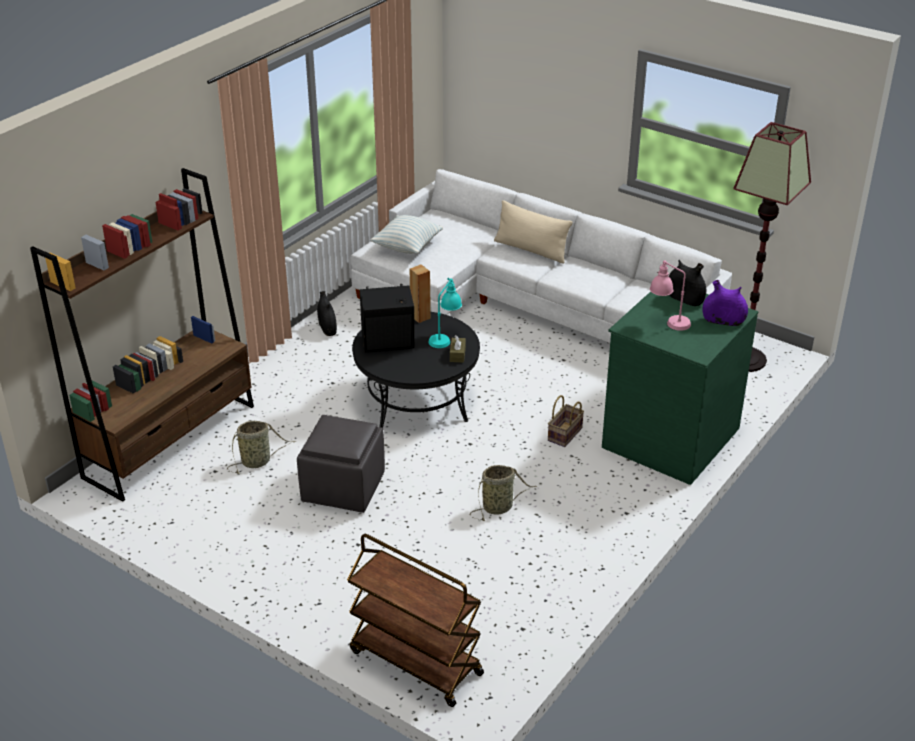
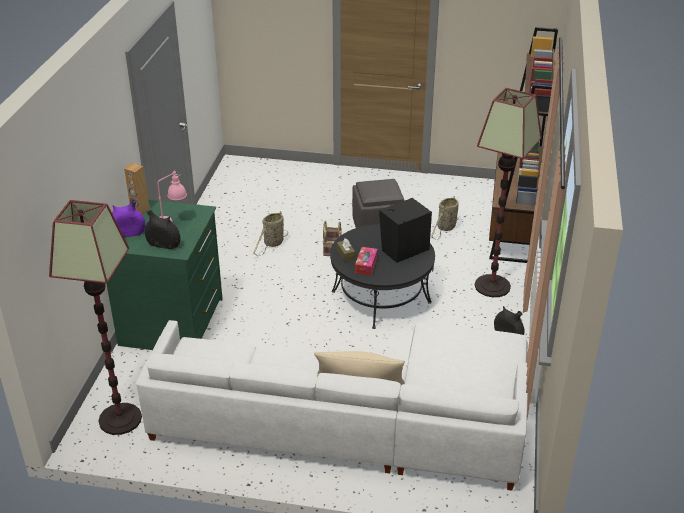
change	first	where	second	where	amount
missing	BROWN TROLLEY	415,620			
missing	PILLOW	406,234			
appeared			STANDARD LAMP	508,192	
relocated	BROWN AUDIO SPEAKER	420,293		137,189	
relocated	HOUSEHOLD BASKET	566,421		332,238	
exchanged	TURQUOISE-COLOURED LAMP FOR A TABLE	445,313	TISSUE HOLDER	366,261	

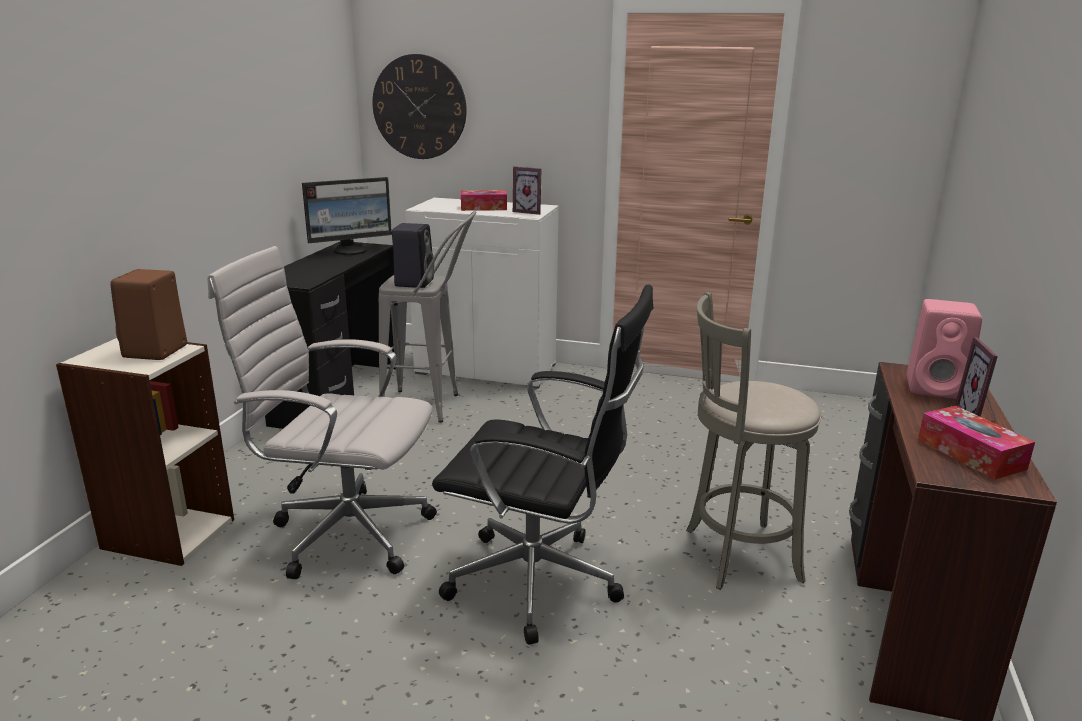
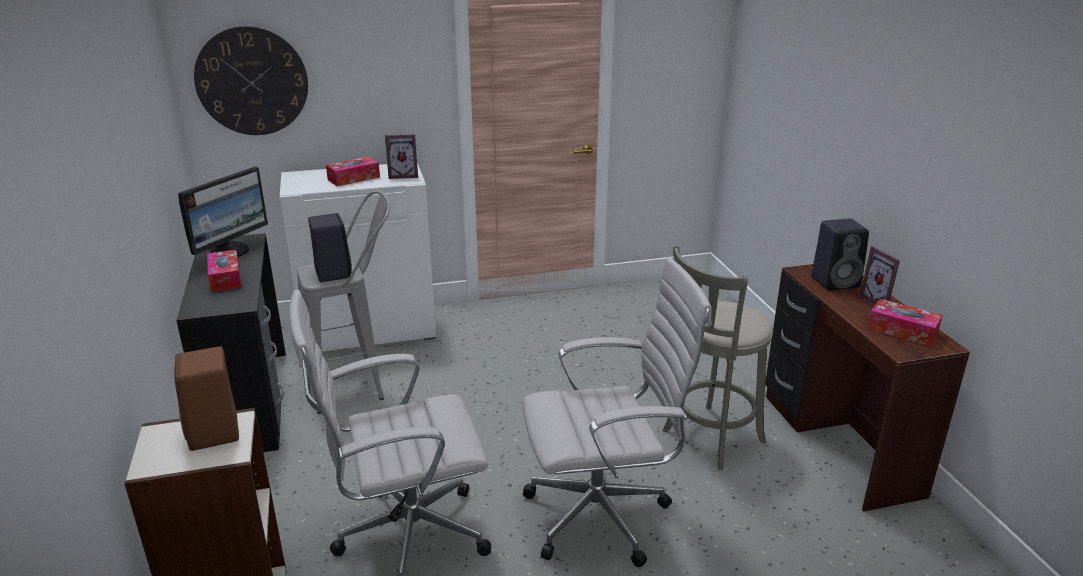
change	first	where	second	where	amount
appeared			TISSUE HOLDER	224,271	
colour	BLACKISH OFFICE CHAIR	542,464	WHITE-COLOURED OFFICE CHAIR	617,412	
colour	PINK AUDIO SPEAKER	944,349	BLACKISH AUDIO SPEAKER	840,255	

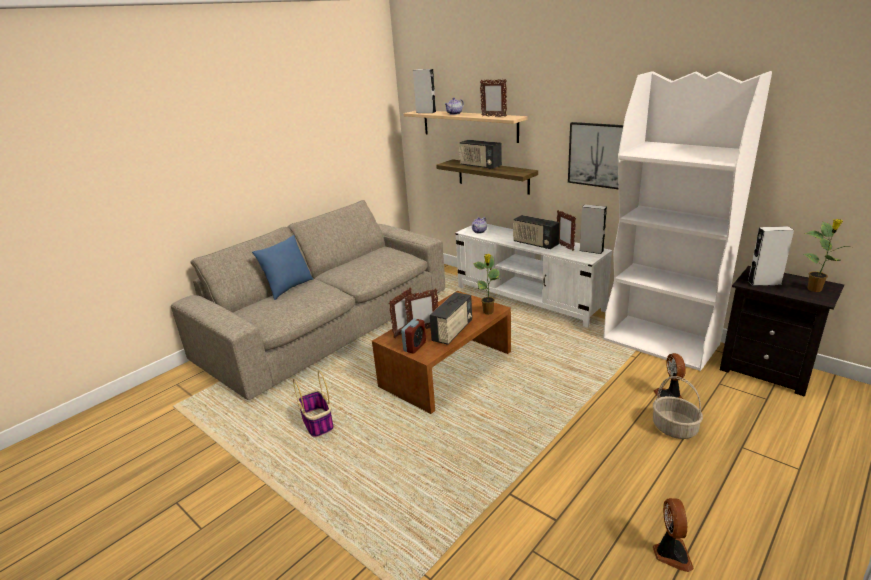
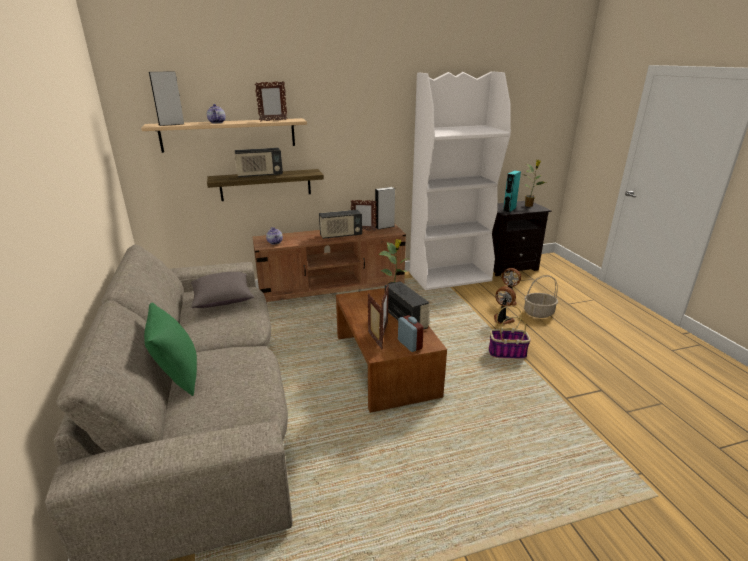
change	first	where	second	where	amount
missing	WALL PICTURE	595,156			
appeared			GREY PILLOW	222,290	
relocated	HOUSEHOLD BASKET	313,404		510,332	
relocated	ELECTRIC FAN	673,535		505,305	
colour	BLUE PILLOW	283,267	GREEN-COLOURED PILLOW	170,349	
colour	WHITE-COLOURED TV STAND	533,276	BROWN TV STAND	329,262	
colour	GREY AUDIO SPEAKER	771,256	TURQUOISE-COLOURED AUDIO SPEAKER	512,191	

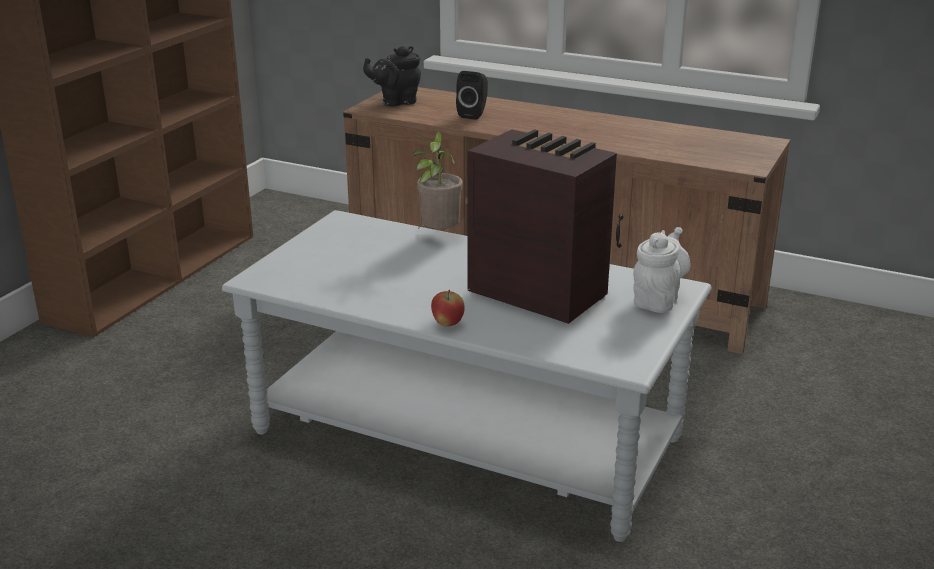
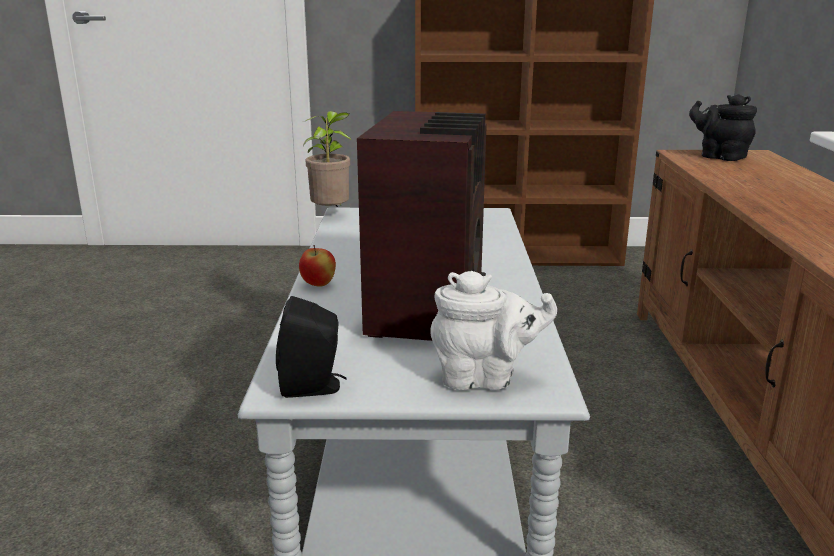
change	first	where	second	where	amount
relocated	HOUSEPLANT	438,180		327,159	
relocated	BLACKISH AUDIO SPEAKER	472,95		311,347	

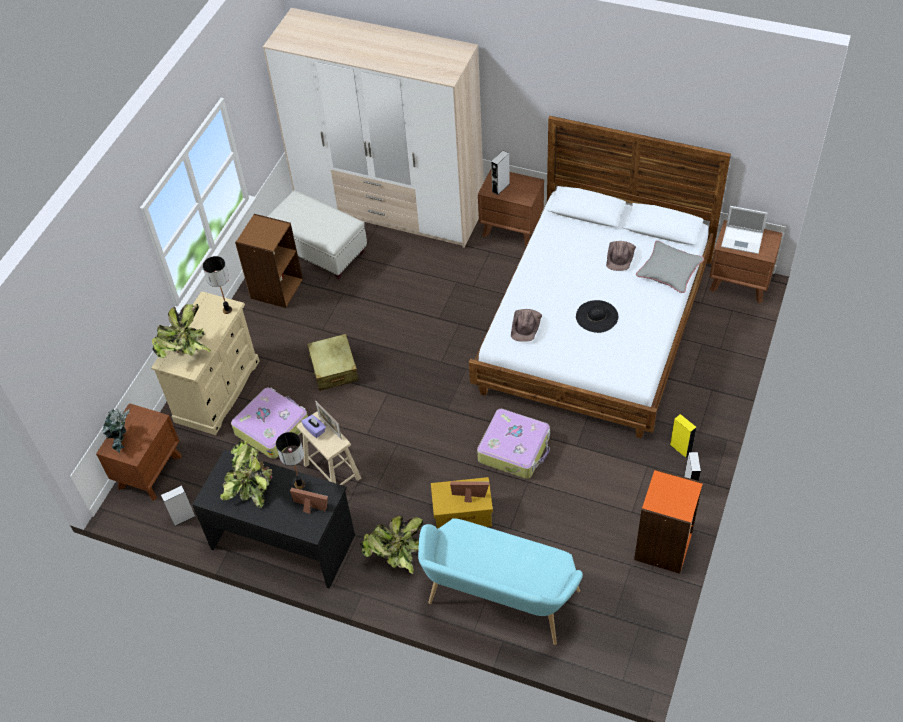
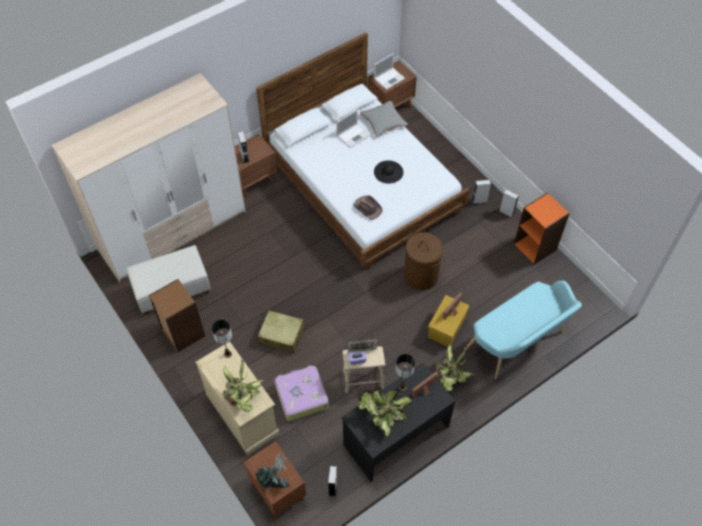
change	first	where	second	where	amount
exchanged	PIECE OF LUGGAGE	513,444	BROWN LAUNDRY BASKET	423,261	
exchanged	BROWN HAT	621,256	NOTEBOOK COMPUTER	353,129	
colour	YELLOWISH AUDIO SPEAKER	683,436	GREY AUDIO SPEAKER	481,192	

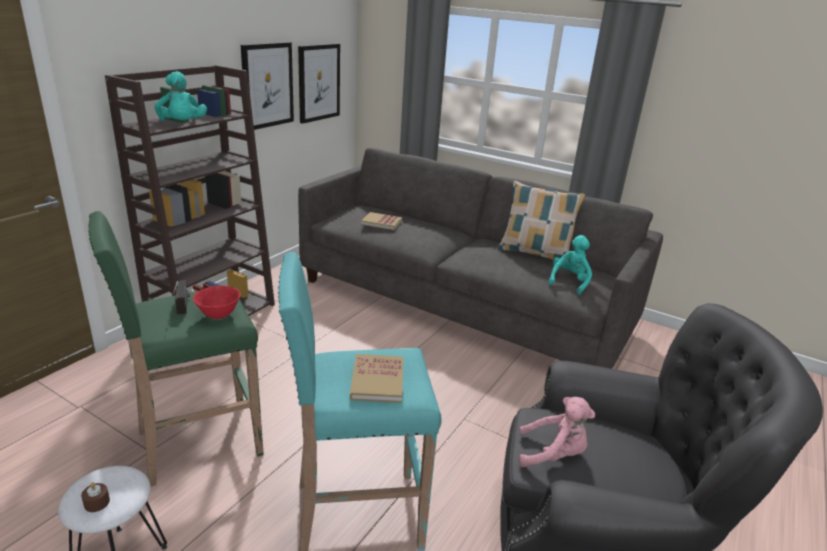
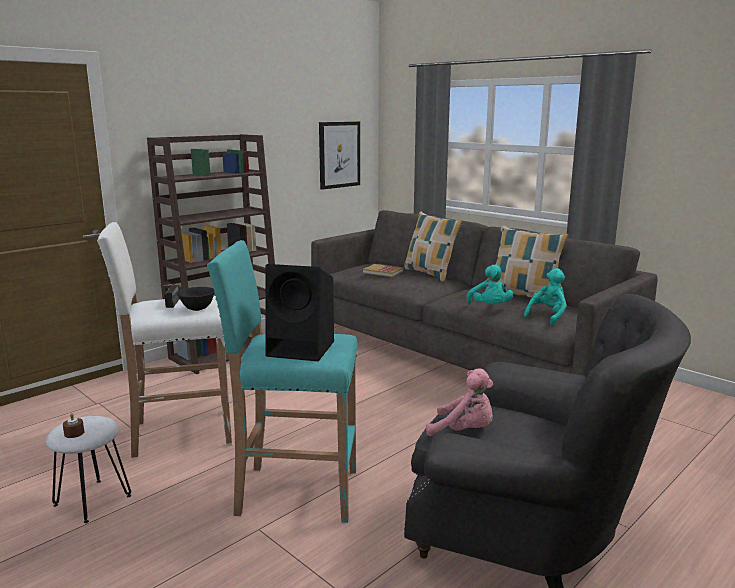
change	first	where	second	where	amount
missing	WALL PICTURE	267,86			
appeared			PILLOW	433,247	
relocated	TURQUOISE-COLOURED PLUSH TOY	181,96		490,284	
exchanged	VOLUME	376,378	BLACKISH AUDIO SPEAKER	299,312	
colour	GREEN-COLOURED STOOL	176,349	WHITE-COLOURED STOOL	164,340	
colour	RED-COLOURED BOWL	217,302	BLACKISH BOWL	196,299	

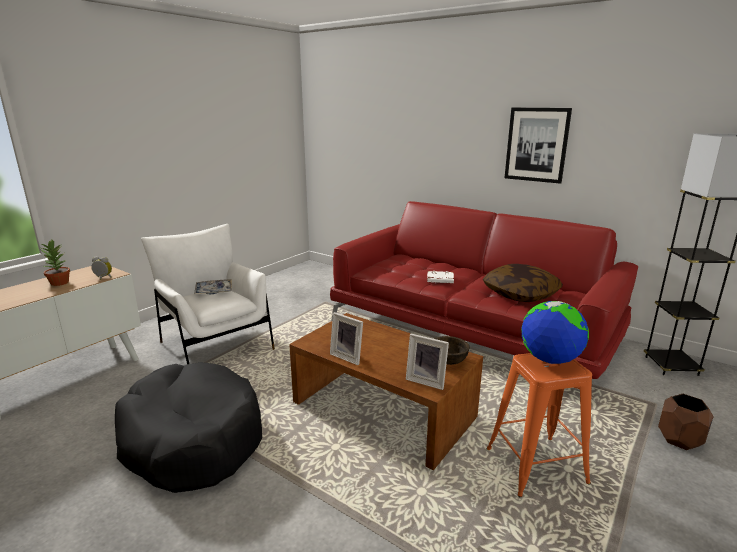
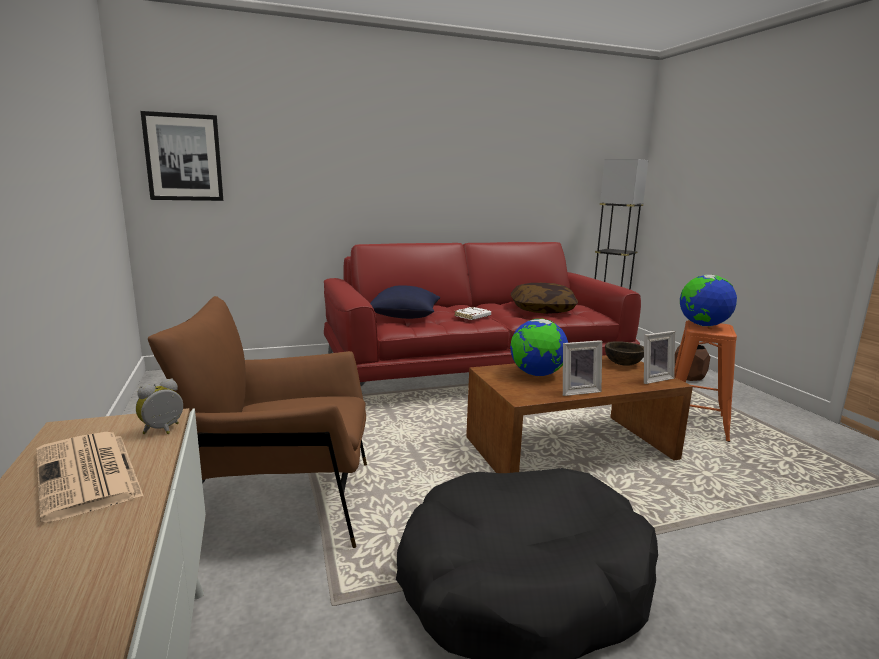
change	first	where	second	where	amount
missing	TRAY	213,286			
appeared			BLUE PILLOW	405,302	
appeared			GLOBE	539,347	
relocated	WALL PICTURE	538,146		181,156	
exchanged	HOUSEPLANT	55,263	NEWSPAPER	90,477	
colour	WHITE-COLOURED EASY CHAIR	208,294	BROWN EASY CHAIR	257,422	

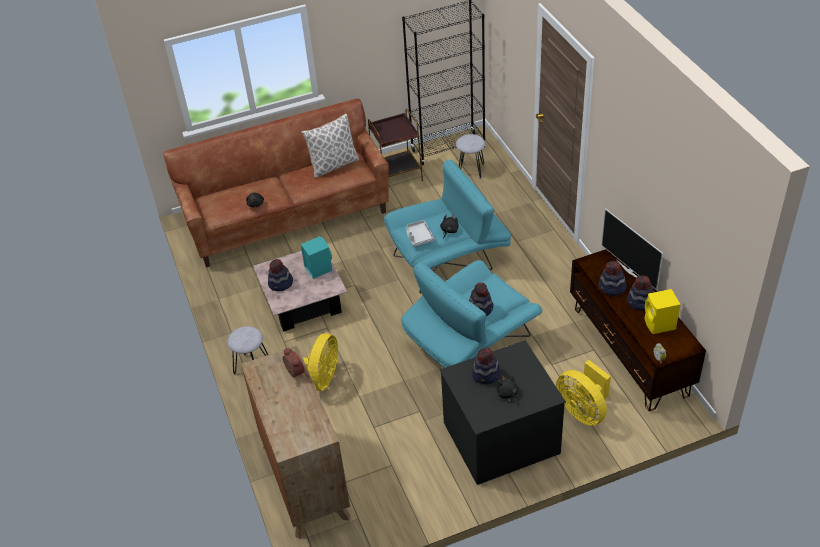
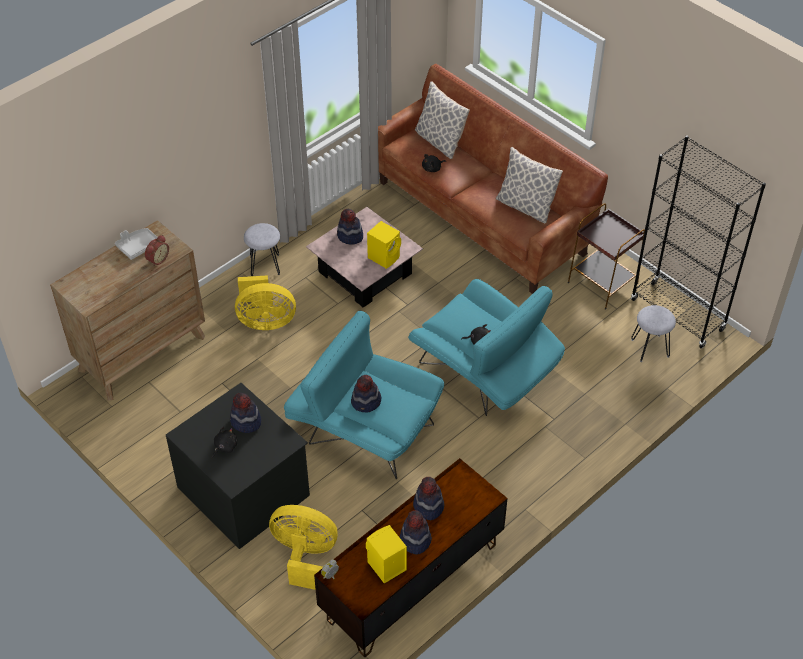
change	first	where	second	where	amount
missing	TV	632,249			
appeared			PILLOW	442,120	
relocated	GREY TRAY	420,233		136,244	
colour	TURQUOISE-COLOURED AUDIO SPEAKER	316,257	YELLOWISH AUDIO SPEAKER	384,245	
spun	YELLOWISH ELECTRIC FAN	583,393		303,547	75 degrees clockwise

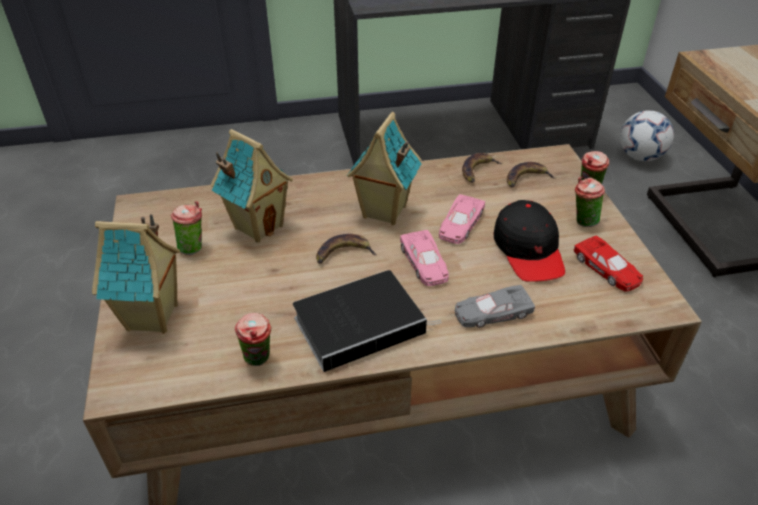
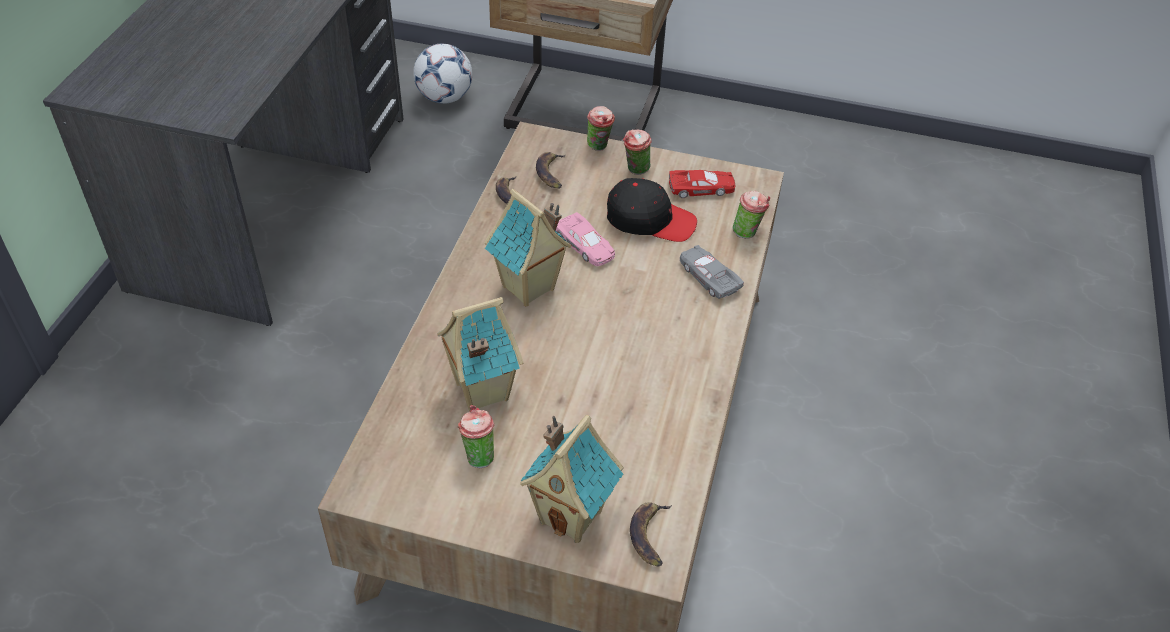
change	first	where	second	where	amount
missing	VOLUME	367,321			
missing	PINK TOY CAR	424,258			
relocated	SMALL CUP	253,339		751,214	
relocated	WHOLE BANANA	346,249		651,534	
spun	GREY TOY CAR	495,306		712,272	135 degrees clockwise

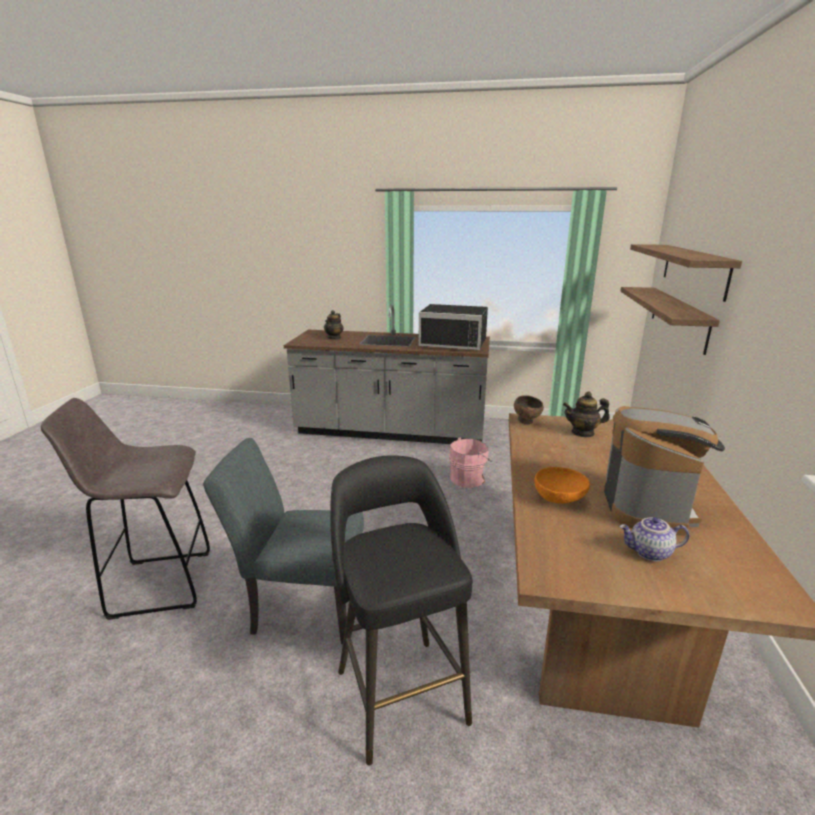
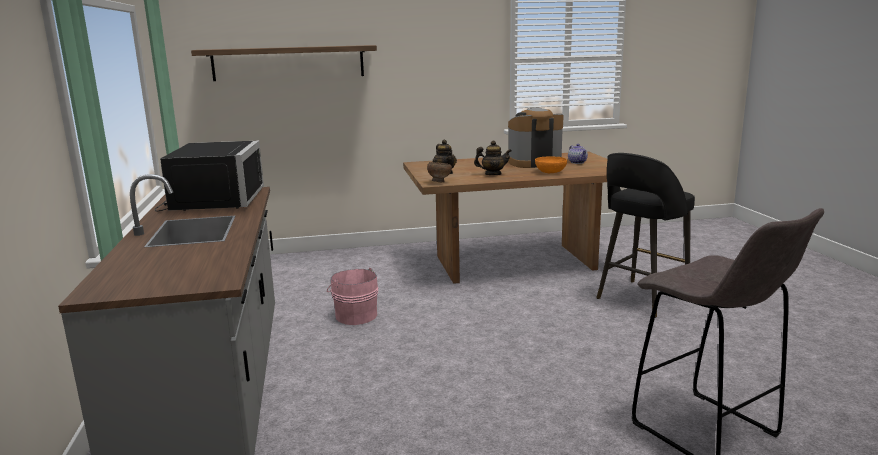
change	first	where	second	where	amount
missing	GREY CHAIR	283,541			
missing	BRACKET SHELF	670,321			
relocated	TEAPOT	334,324		493,157	

